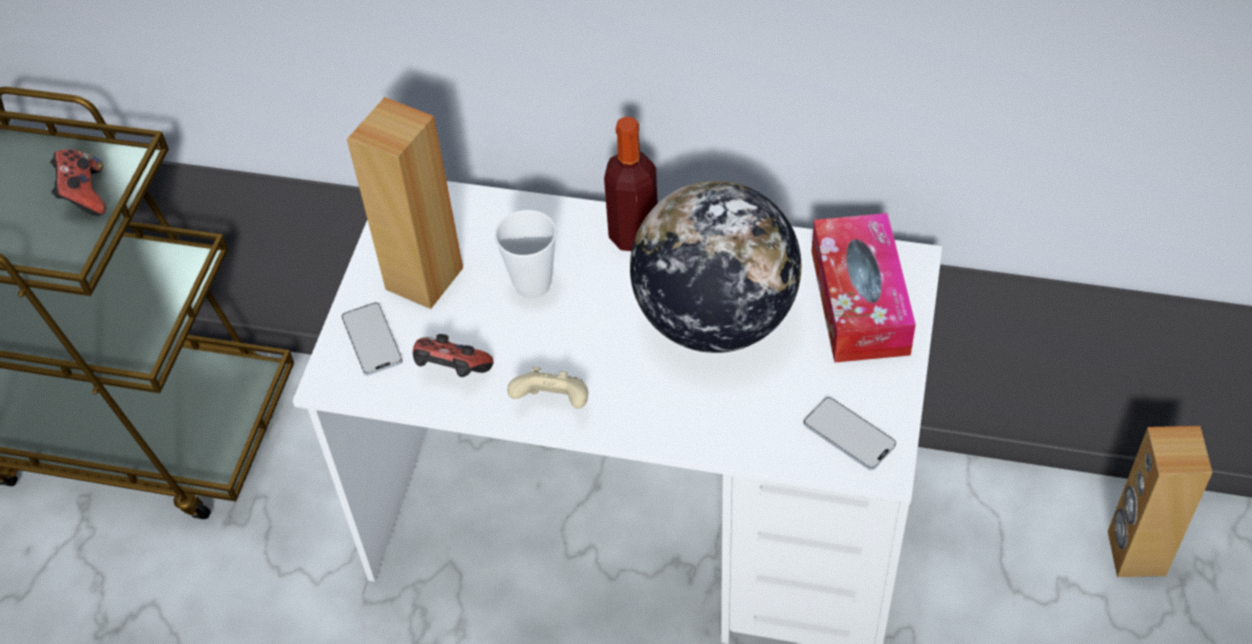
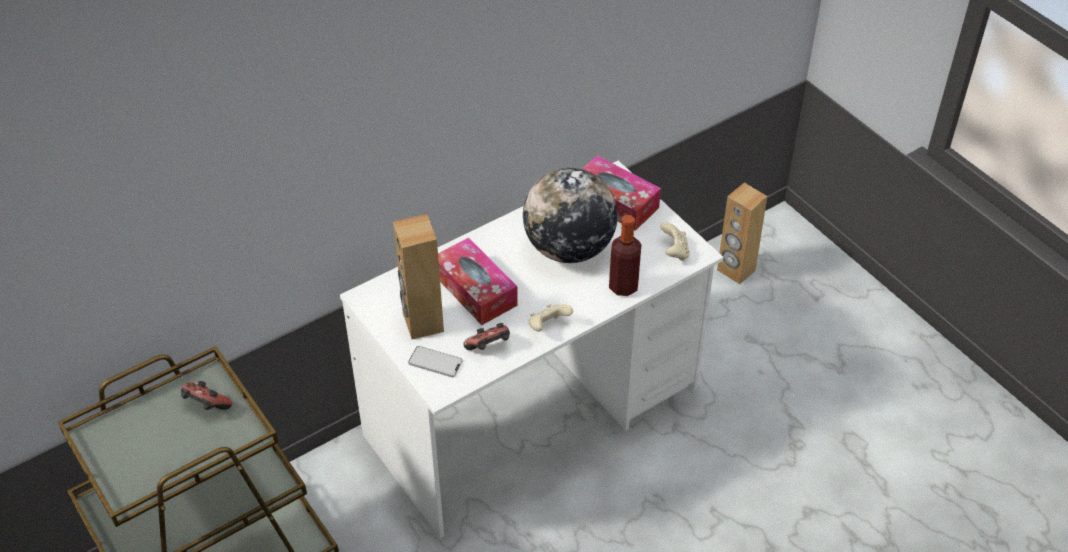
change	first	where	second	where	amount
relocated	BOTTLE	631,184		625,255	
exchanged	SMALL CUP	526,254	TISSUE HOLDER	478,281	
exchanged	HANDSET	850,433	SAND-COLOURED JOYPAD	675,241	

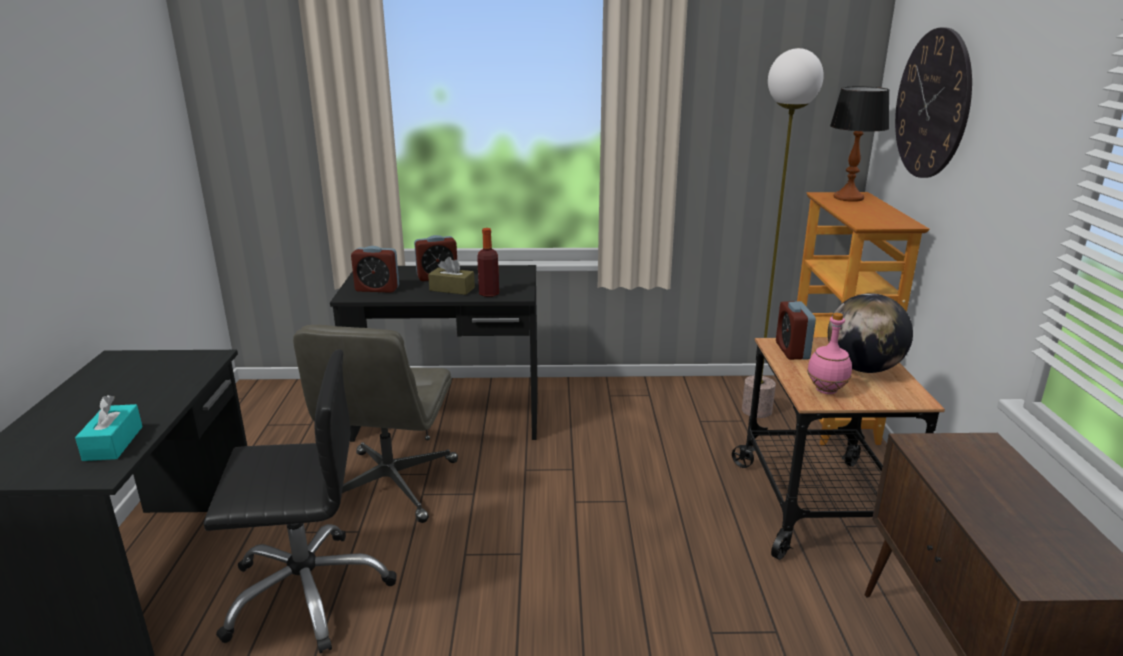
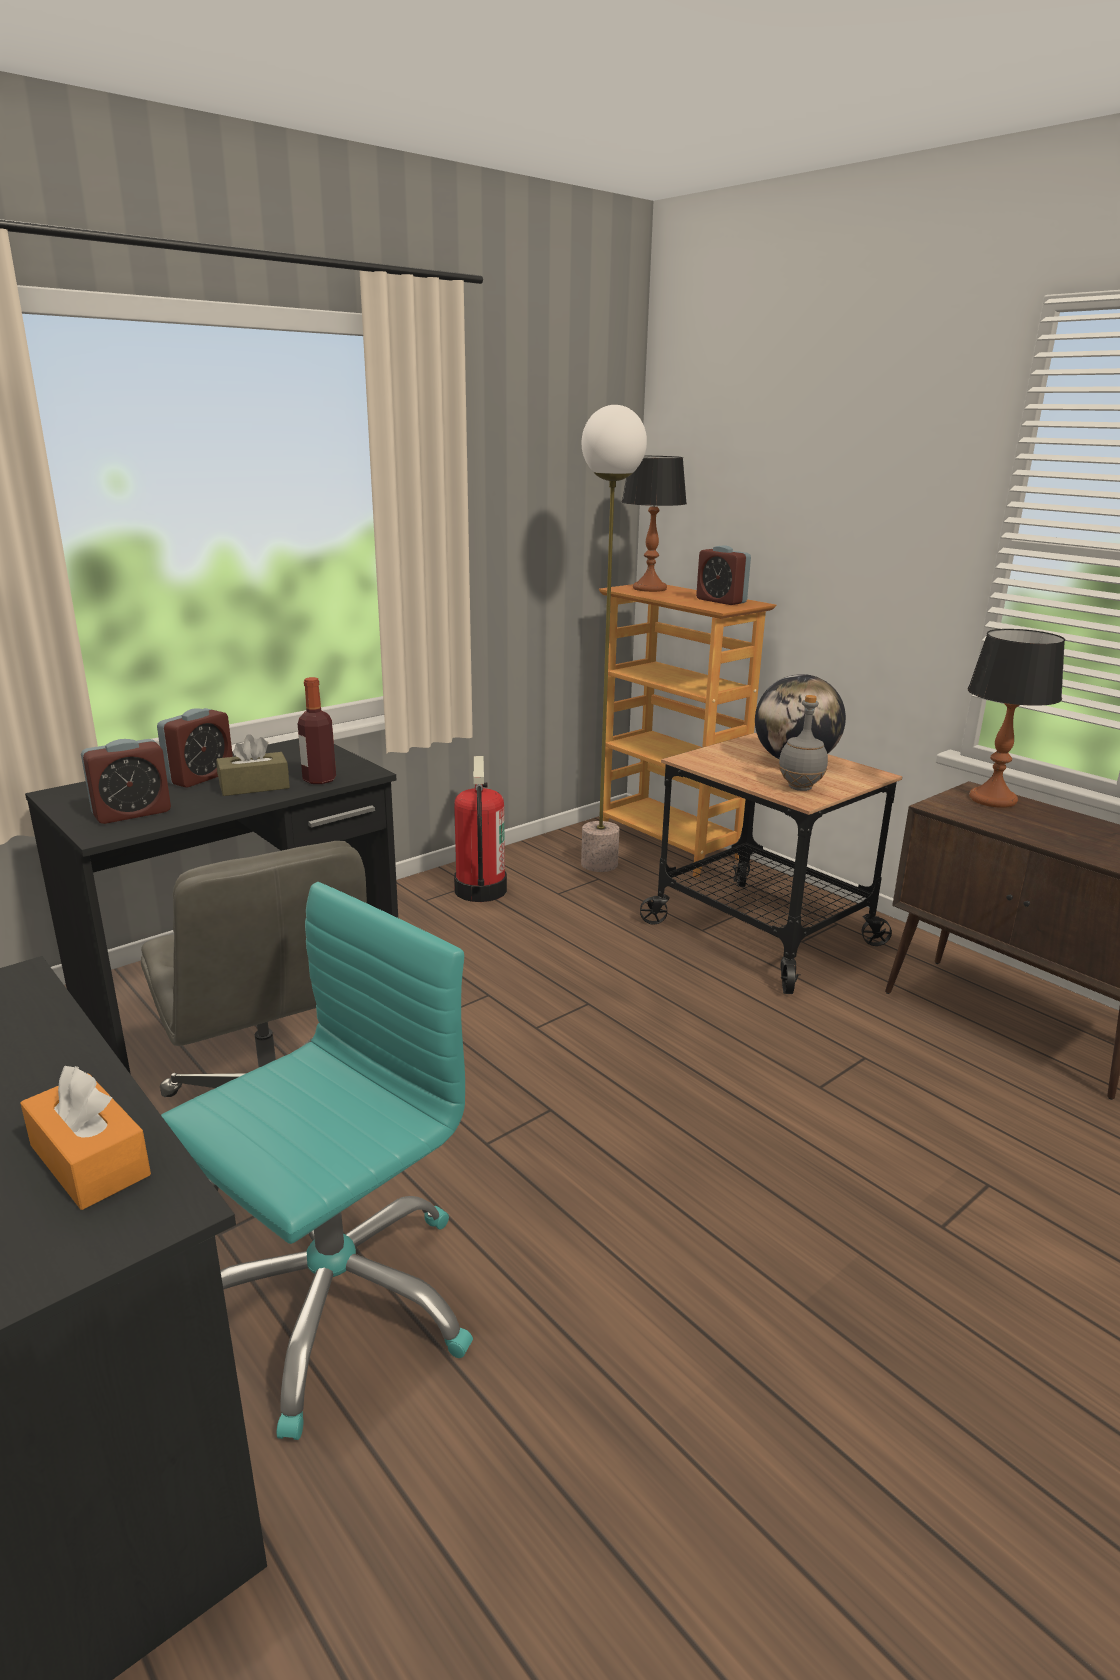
change	first	where	second	where	amount
missing	WALL CLOCK	933,103			
appeared			FIRE EXTINGUISHER	480,829	
appeared			LAMP FOR A TABLE	1016,718	
relocated	TABLE CLOCK	796,330		723,575	
colour	TURQUOISE-COLOURED TISSUE HOLDER	109,428	ORANGEY TISSUE HOLDER	85,1138	
colour	BLACKISH OFFICE CHAIR	299,501	TURQUOISE-COLOURED OFFICE CHAIR	317,1161	
colour	PINK BOTTLE	829,353	GREY BOTTLE	803,743	

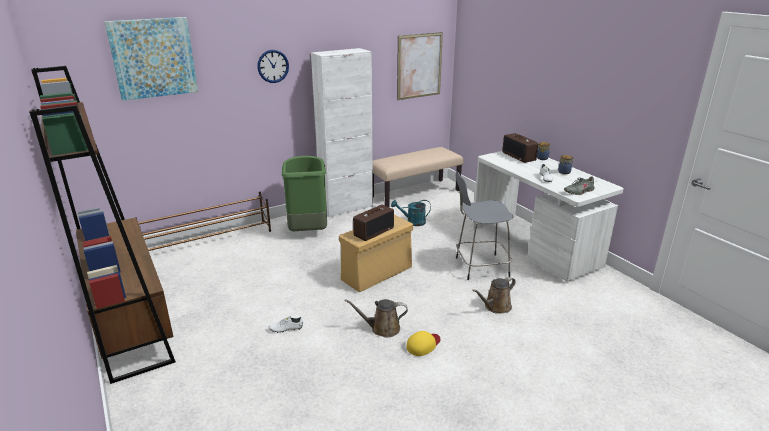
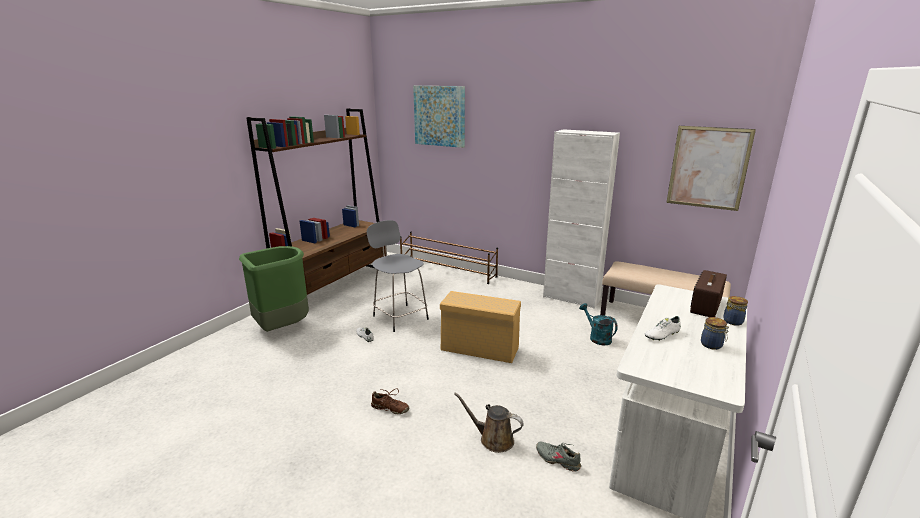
change	first	where	second	where	amount
missing	WALL CLOCK	273,66			
missing	BROWN WATERING CAN	376,318			
missing	RADIO	373,223			
relocated	GREEN-COLOURED WASTE BIN	304,193		274,289	
relocated	GREY STOOL	484,226		398,276	
relocated	GREY ITEM OF FOOTWEAR	579,185		558,456	
exchanged	YELLOWISH CAP	423,343	BROWN ITEM OF FOOTWEAR	390,401	

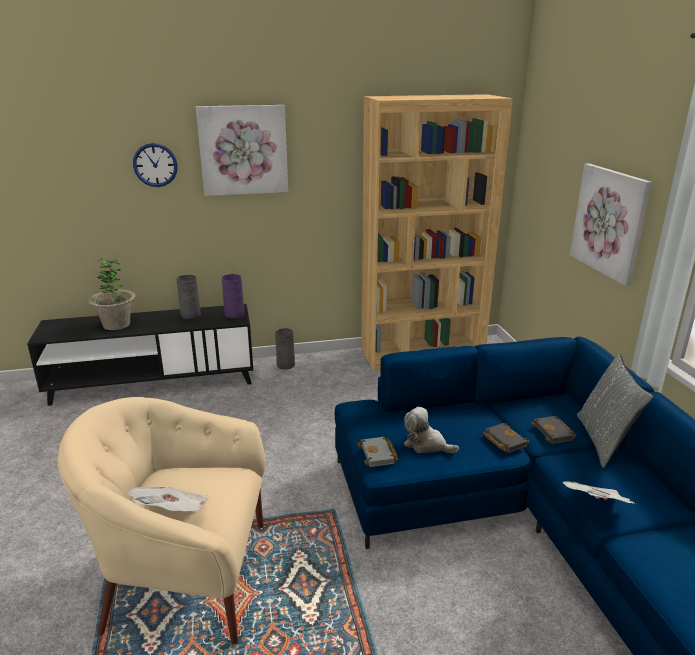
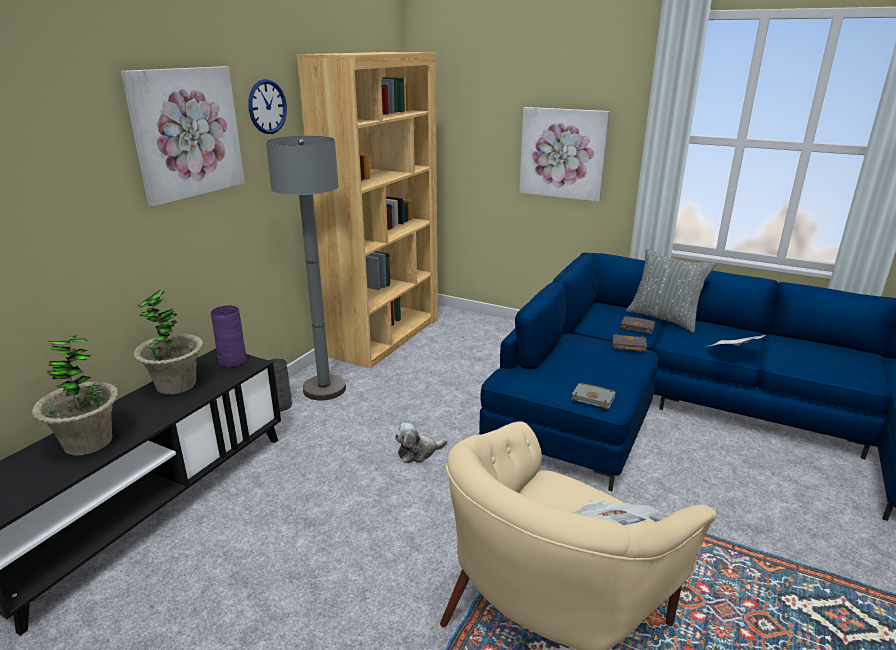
change	first	where	second	where	amount
appeared			GREY STANDARD LAMP	306,268	
relocated	WALL CLOCK	155,165		267,106	
relocated	PLUSH TOY	431,430		421,442	
exchanged	GREY FLOWER VASE	189,297	HOUSEPLANT	168,342	

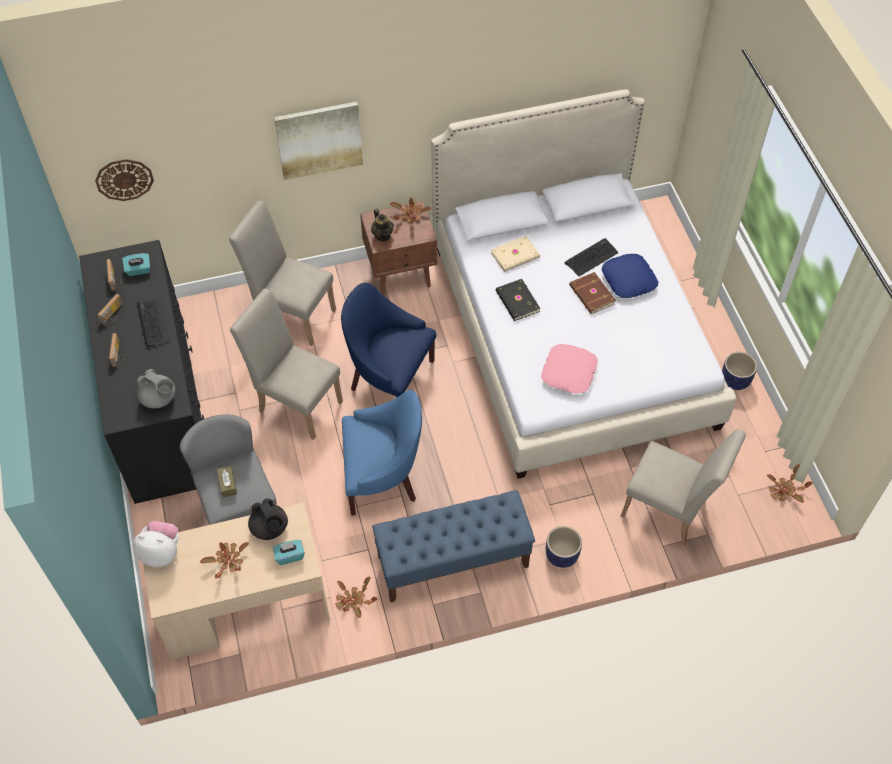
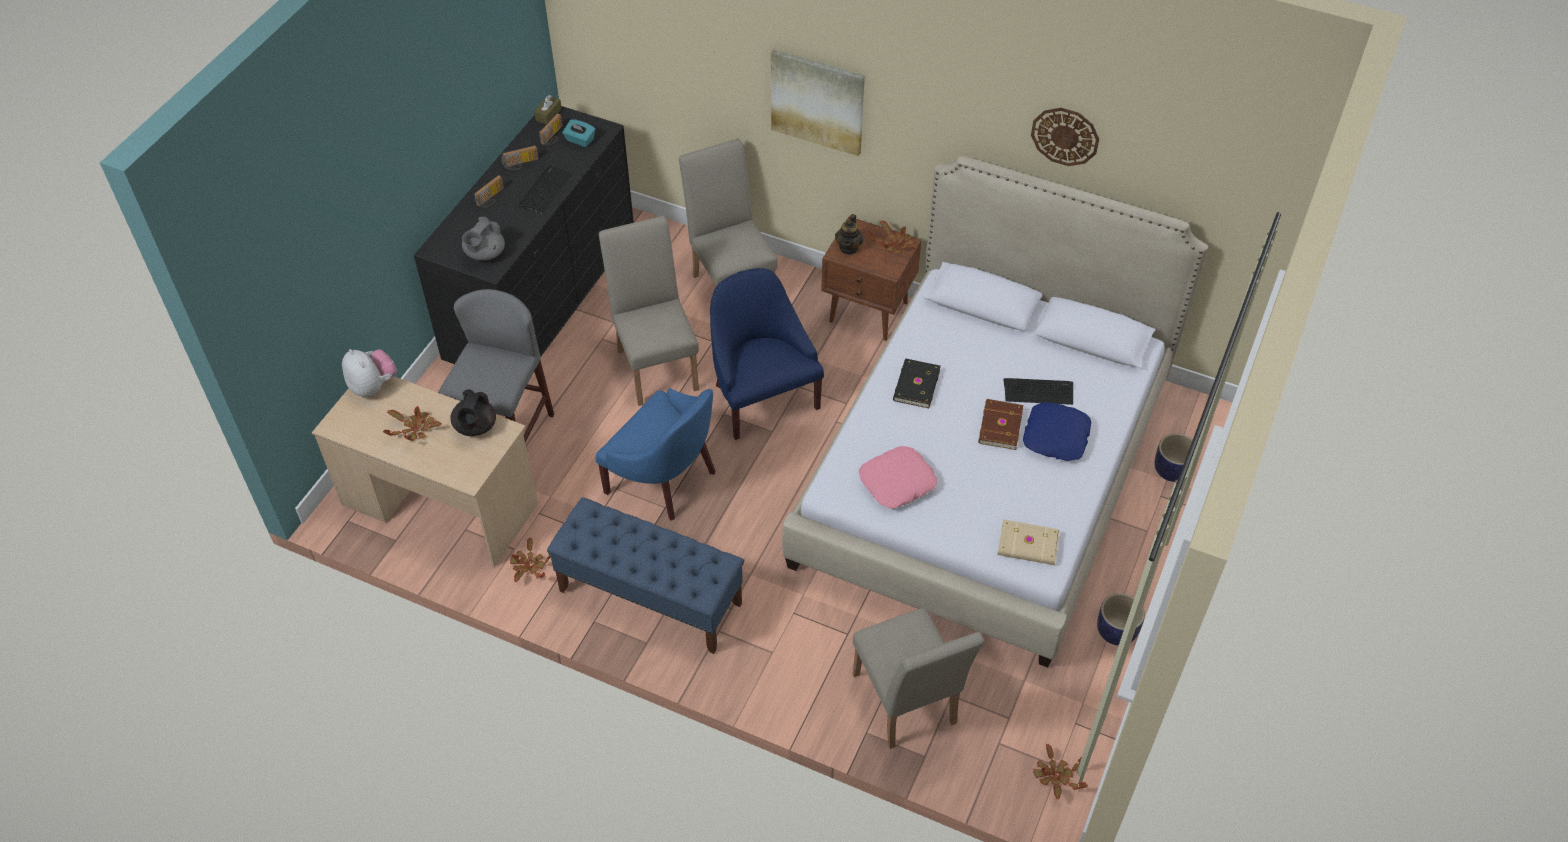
change	first	where	second	where	amount
missing	TURQUOISE-COLOURED TISSUE HOLDER	289,552			
relocated	WALL CLOCK	124,180		1065,137	
relocated	BROWN TISSUE HOLDER	227,482		548,109	
relocated	SAND-COLOURED VOLUME	515,254		1028,542	
relocated	FLOWER POT	564,547		1174,457	
spun	GREY TEAPOT	156,389		483,239	45 degrees clockwise

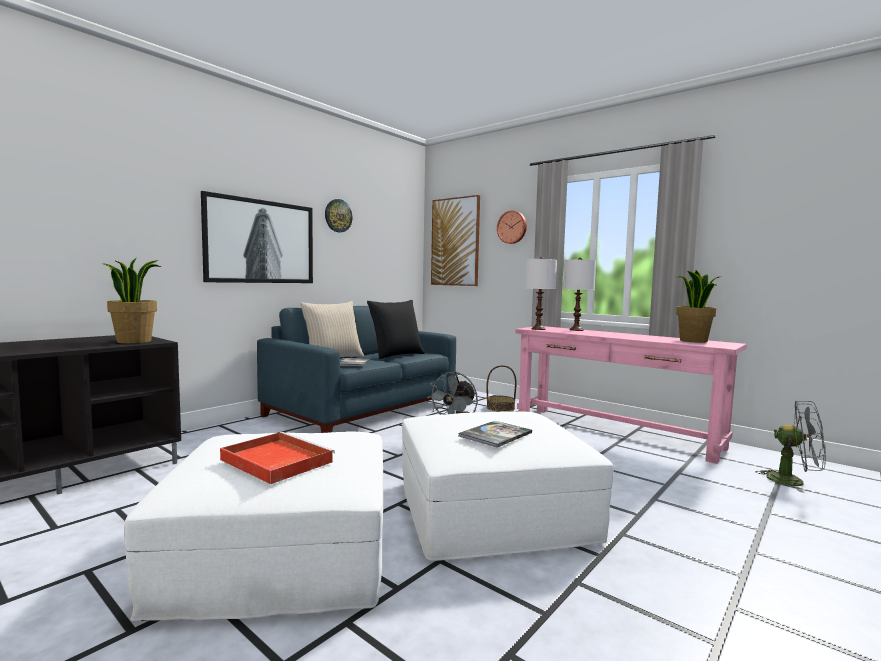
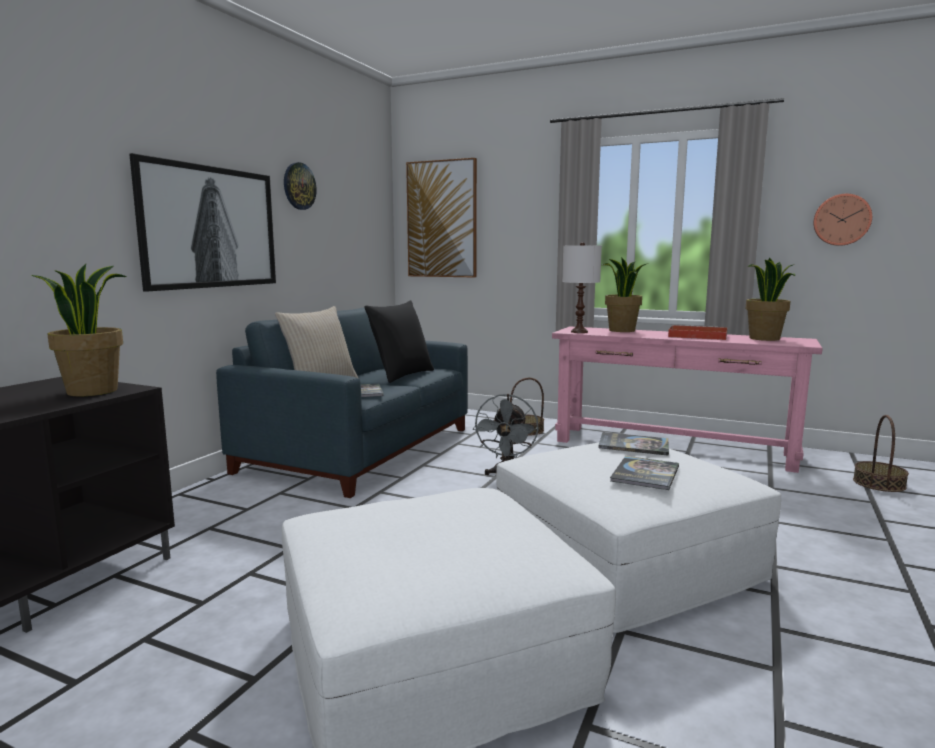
change	first	where	second	where	amount
appeared			VOLUME	633,444	
relocated	RED-COLOURED TRAY	277,458		697,332	
relocated	WALL CLOCK	512,227		842,220	
exchanged	WHITE-COLOURED LAMP FOR A TABLE	579,294	HOUSEPLANT	625,295	
exchanged	GREY ELECTRIC FAN	791,446	HOUSEHOLD BASKET	881,453	

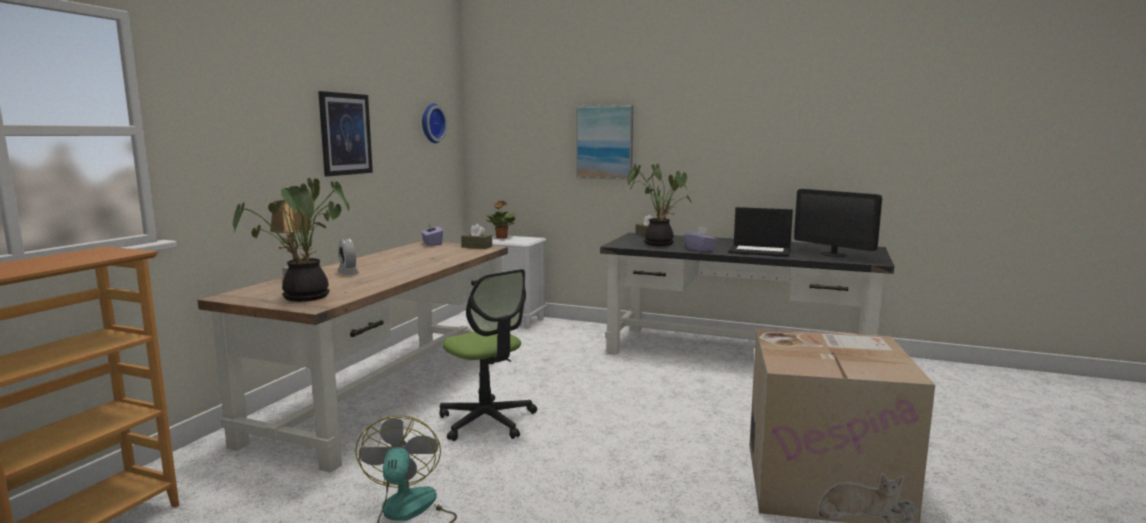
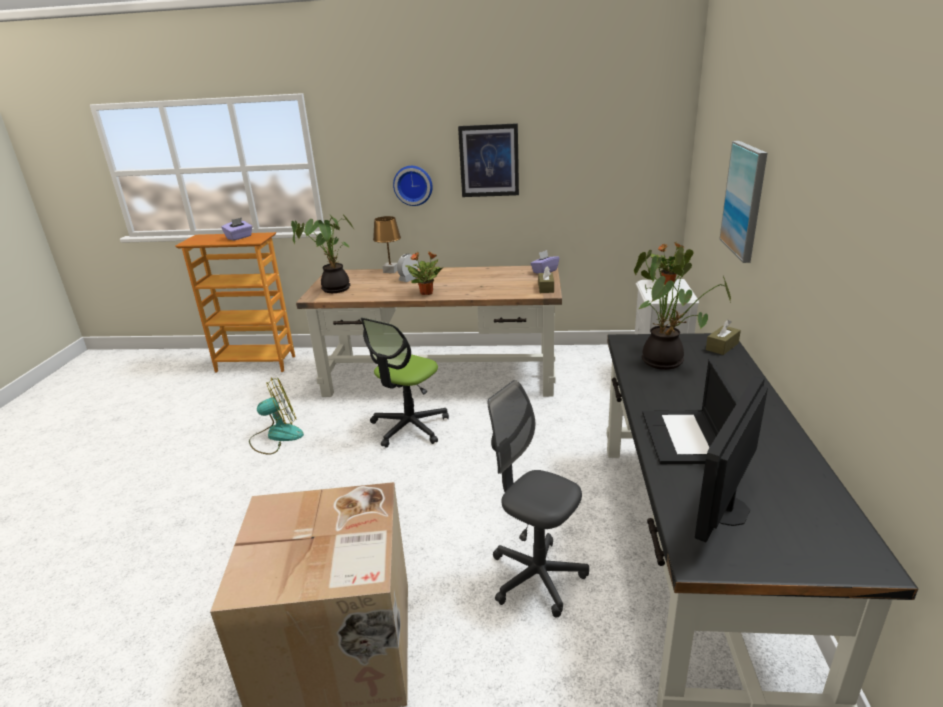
change	first	where	second	where	amount
appeared			HOUSEPLANT	425,273	
appeared			GREY OFFICE CHAIR	538,498	
relocated	WALL CLOCK	434,123		413,186	
relocated	PURPLE-COLOURED TISSUE HOLDER	700,239		237,229	

